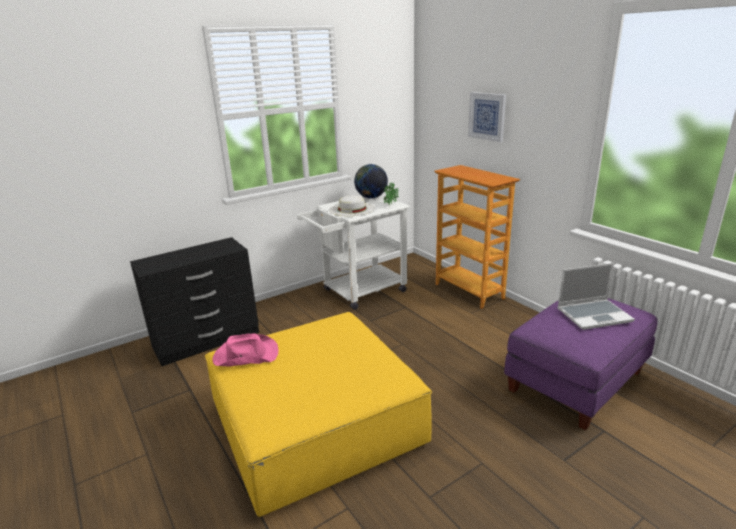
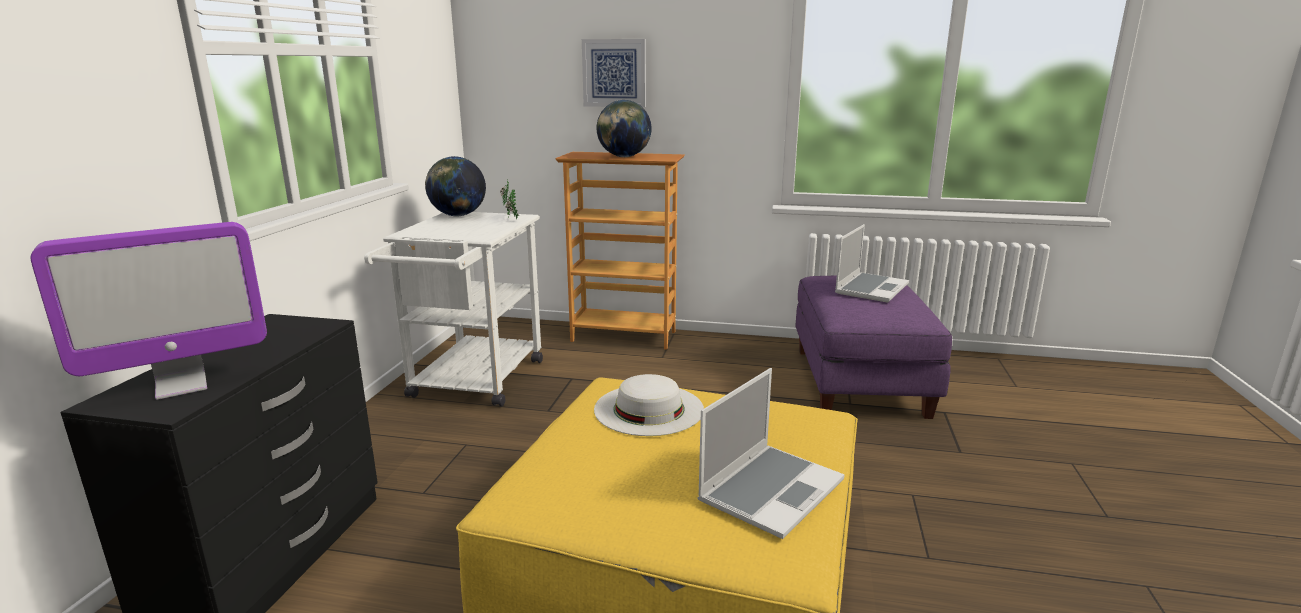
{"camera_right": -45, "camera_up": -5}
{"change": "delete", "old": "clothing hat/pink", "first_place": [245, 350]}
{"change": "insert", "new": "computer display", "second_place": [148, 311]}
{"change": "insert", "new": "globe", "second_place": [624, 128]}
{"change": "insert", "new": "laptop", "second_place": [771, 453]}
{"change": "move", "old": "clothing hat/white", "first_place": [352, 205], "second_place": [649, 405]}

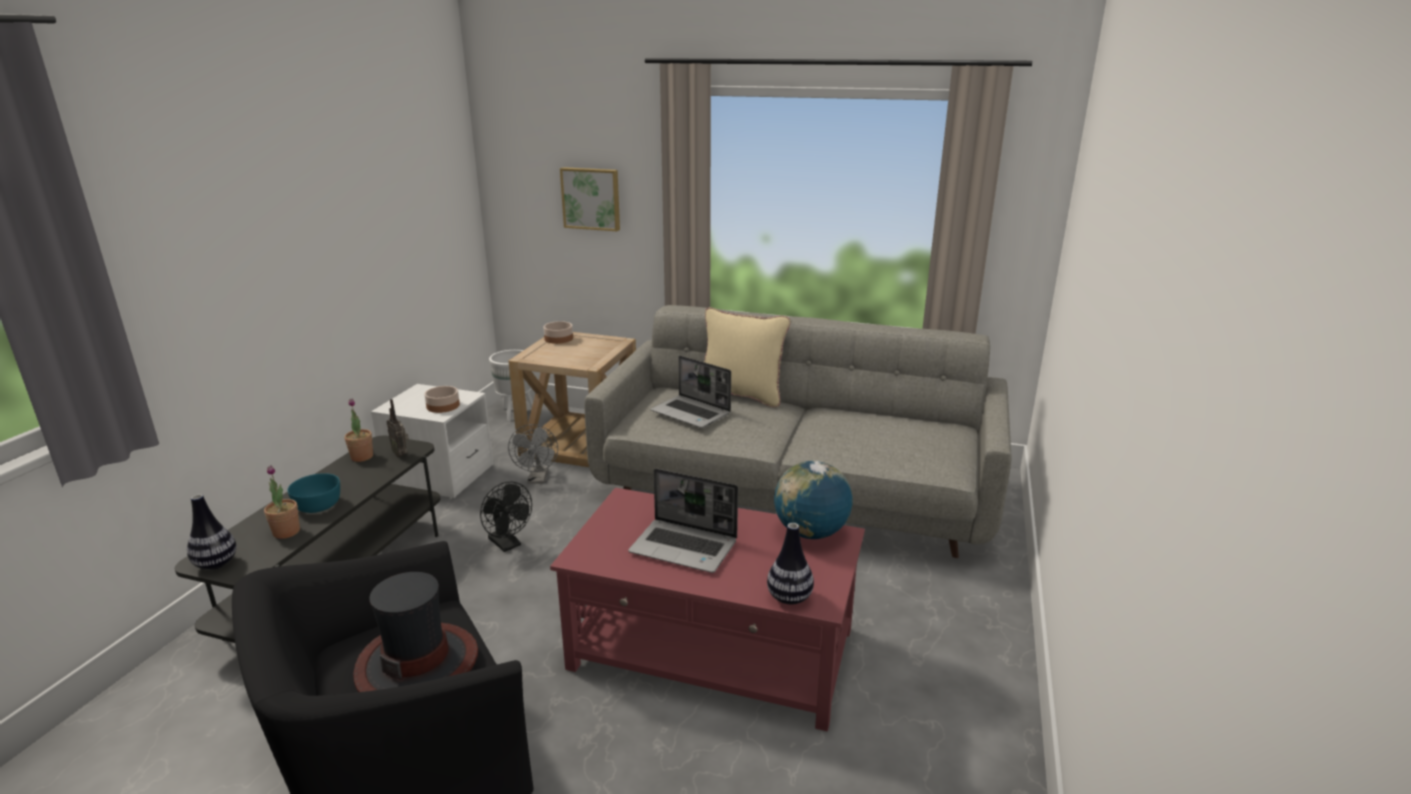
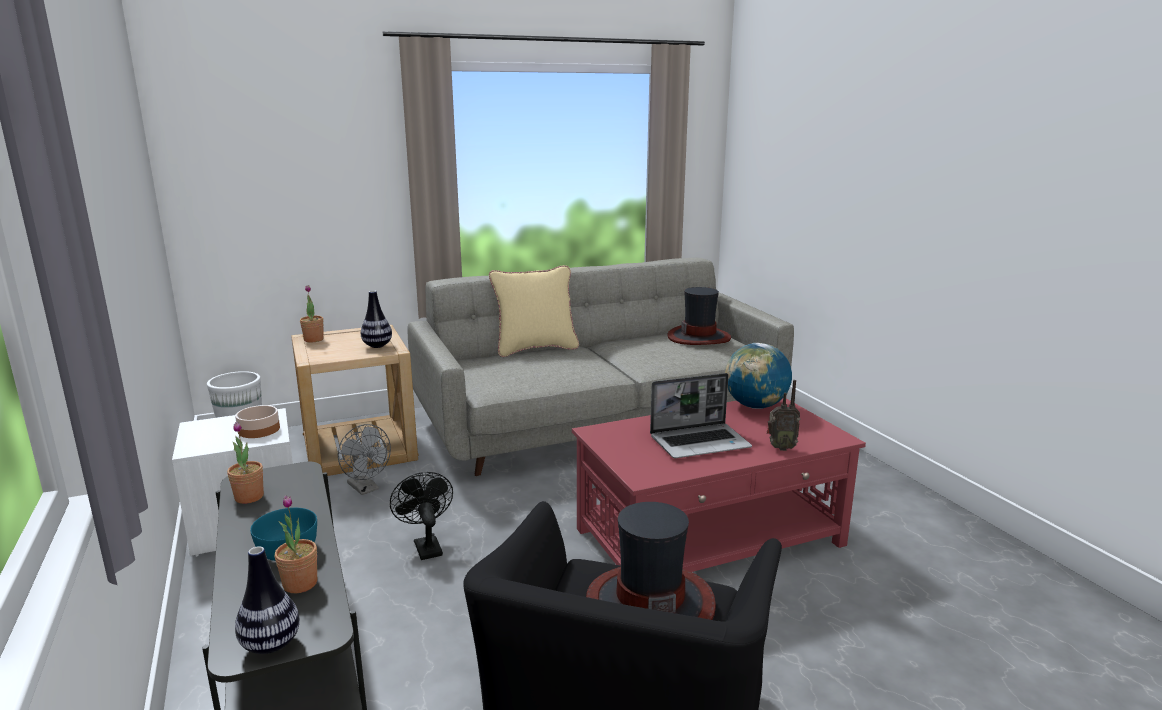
{"camera_right": -40, "camera_up": -5}
{"change": "delete", "old": "wall picture", "first_place": [590, 199]}
{"change": "delete", "old": "laptop", "first_place": [690, 392]}
{"change": "insert", "new": "clothing hat", "second_place": [699, 316]}
{"change": "move", "old": "radio", "first_place": [398, 428], "second_place": [783, 415]}
{"change": "move", "old": "vase", "first_place": [790, 563], "second_place": [376, 319]}
{"change": "replace", "old": "deep dish", "new": "houseplant", "first_place": [558, 332], "second_place": [312, 313]}
{"change": "rotate", "old": "fan/black", "first_place": [506, 517], "second_place": [421, 516], "degrees": -120}

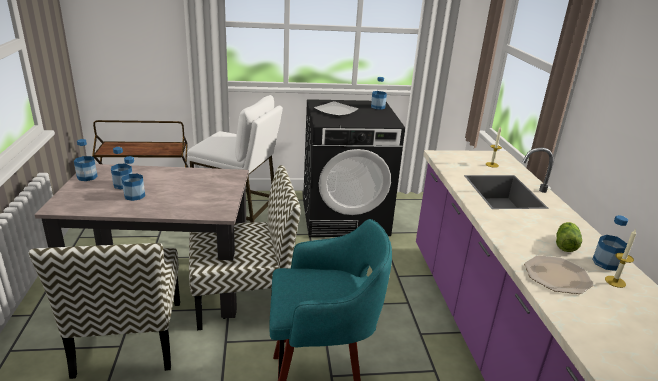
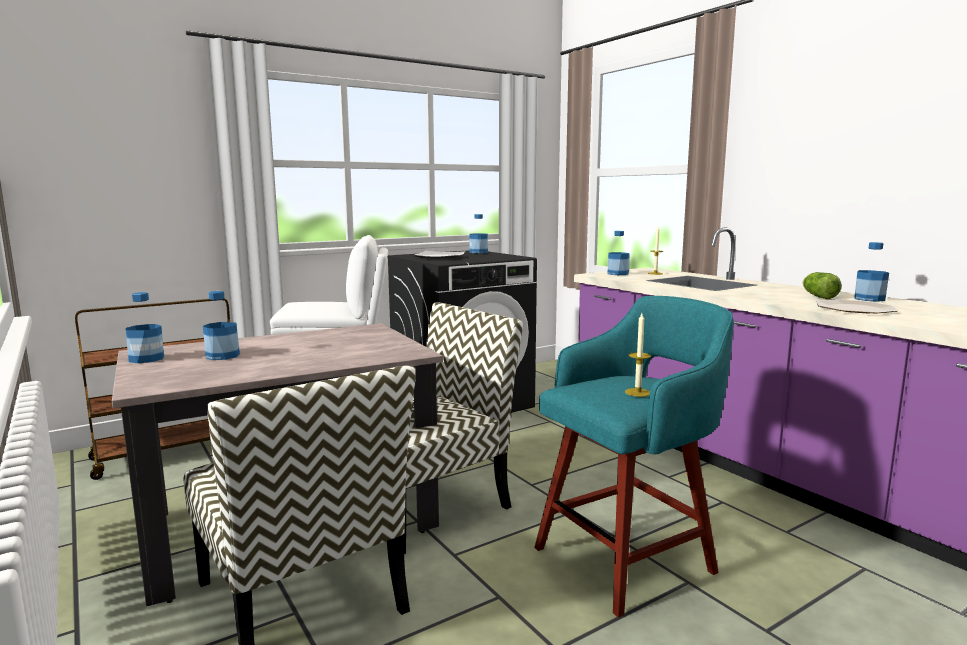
{"camera_right": -25, "camera_up": -15}
{"change": "move", "old": "drink bottle", "first_place": [133, 178], "second_place": [618, 253]}
{"change": "move", "old": "wax light", "first_place": [620, 258], "second_place": [638, 355]}

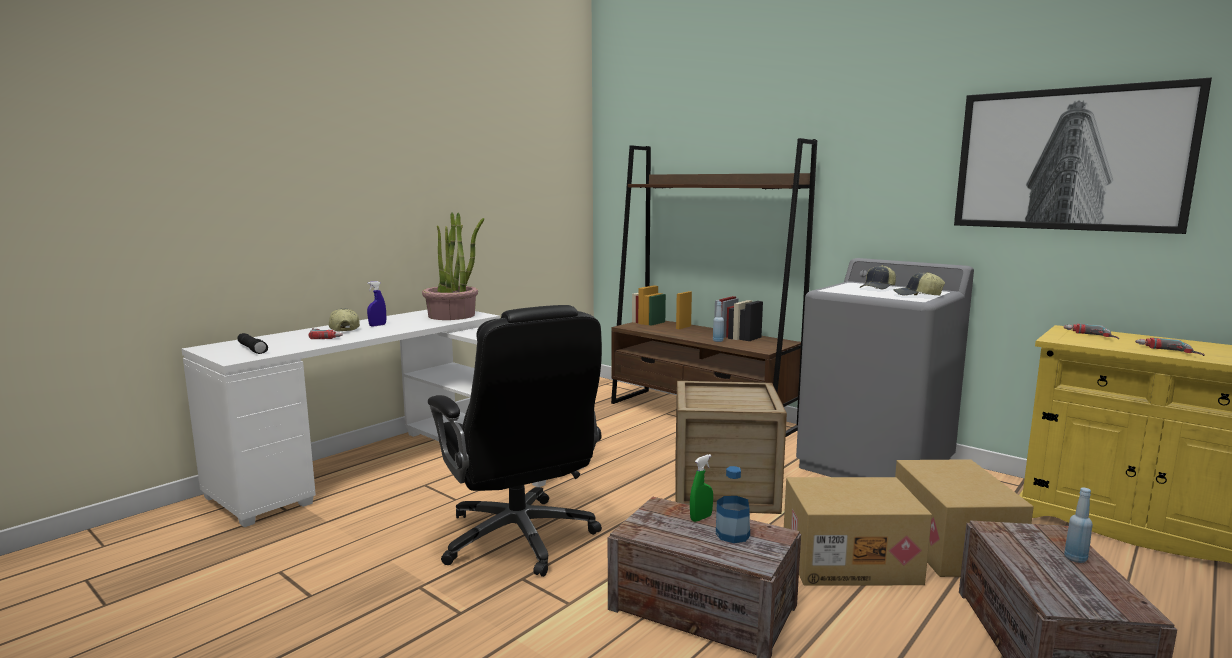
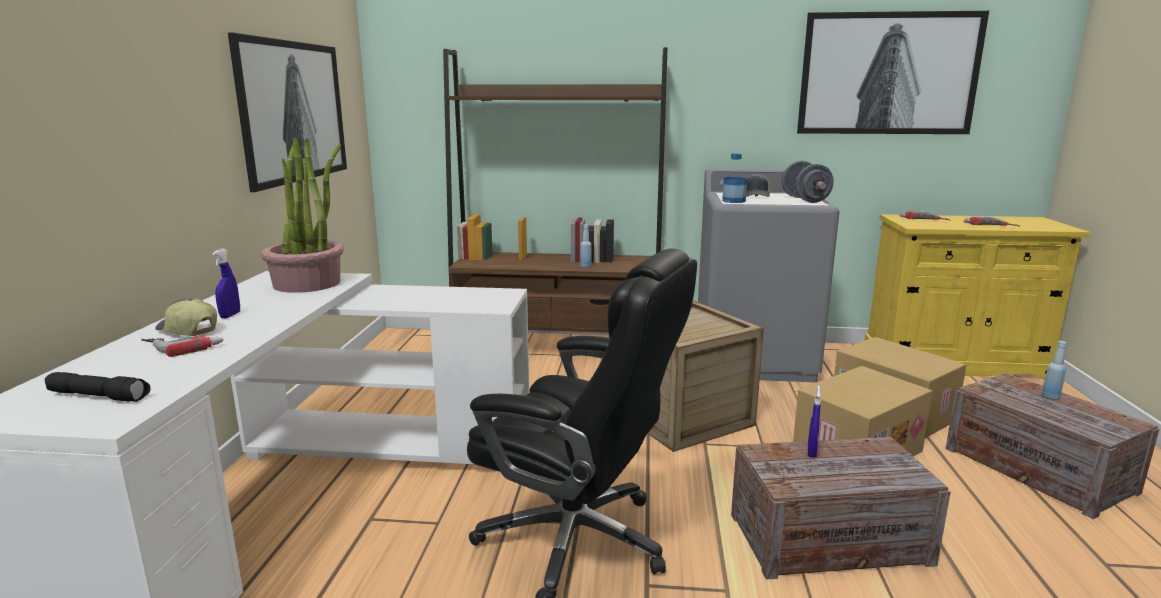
{"camera_right": -35, "camera_up": 5}
{"change": "insert", "new": "wall picture", "second_place": [287, 112]}
{"change": "move", "old": "drink bottle", "first_place": [733, 504], "second_place": [734, 178]}
{"change": "replace", "old": "peaked cap", "new": "hand weight/gray", "first_place": [919, 284], "second_place": [808, 182]}
{"change": "recolor", "old": "hand sprayer/green-coloured", "new": "hand sprayer/blue-coloured", "first_place": [701, 488], "second_place": [814, 421]}

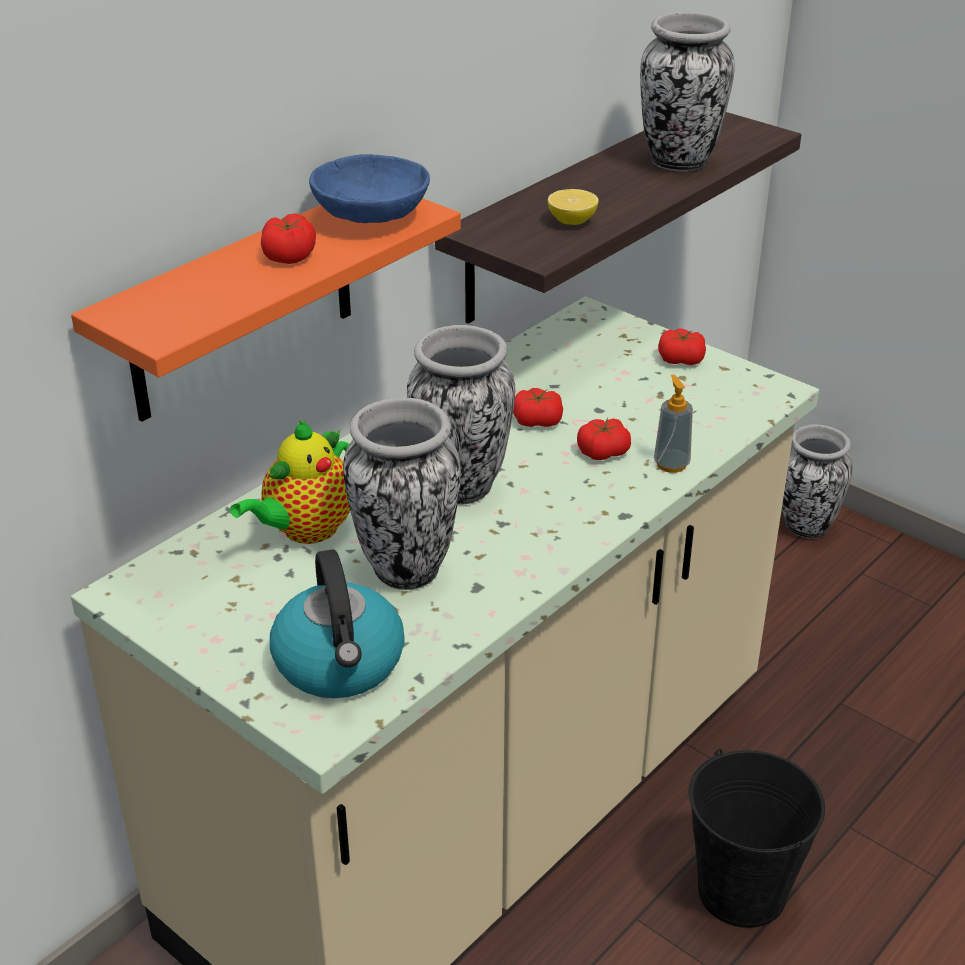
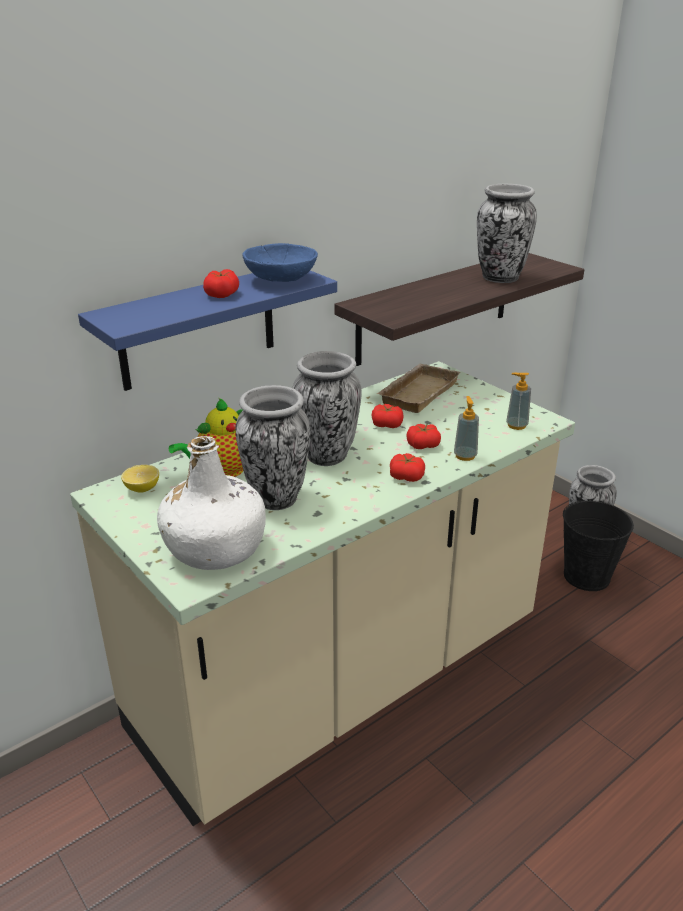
{"camera_right": 10, "camera_up": -5}
{"change": "insert", "new": "tray/beige", "second_place": [418, 388]}
{"change": "insert", "new": "liquid soap bottle", "second_place": [518, 401]}
{"change": "move", "old": "lemon", "first_place": [573, 207], "second_place": [140, 479]}
{"change": "move", "old": "fresh tomato", "first_place": [682, 346], "second_place": [407, 467]}
{"change": "move", "old": "water bucket/black", "first_place": [757, 838], "second_place": [598, 544]}
{"change": "replace", "old": "water kettle", "new": "drink bottle/white", "first_place": [337, 623], "second_place": [211, 503]}
{"change": "recolor", "old": "bracket shelf/orange-coloured", "new": "bracket shelf/blue-coloured", "first_place": [266, 310], "second_place": [207, 330]}

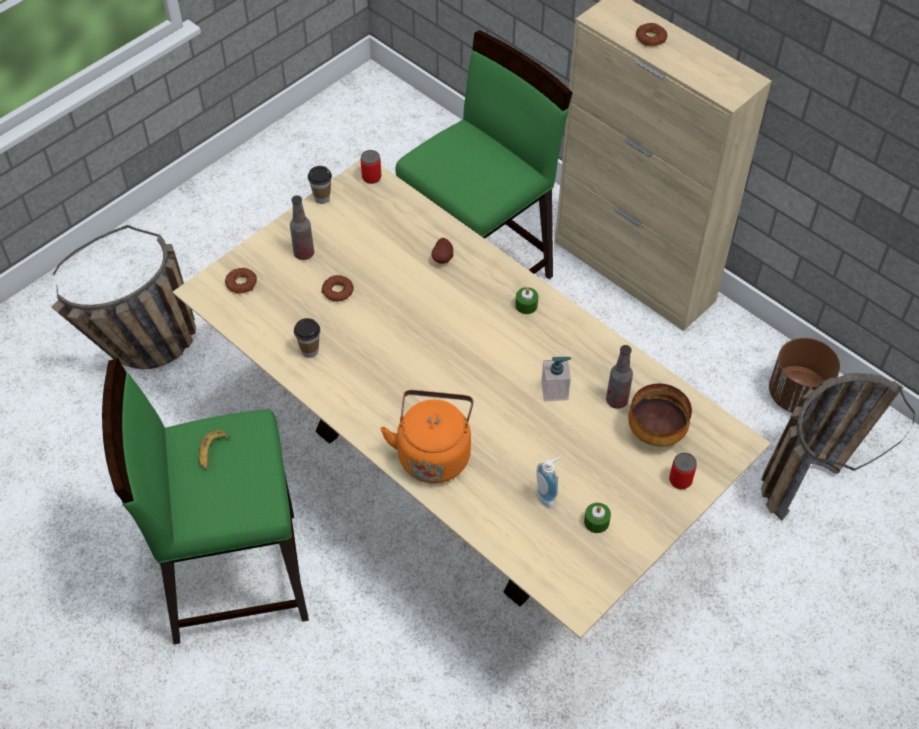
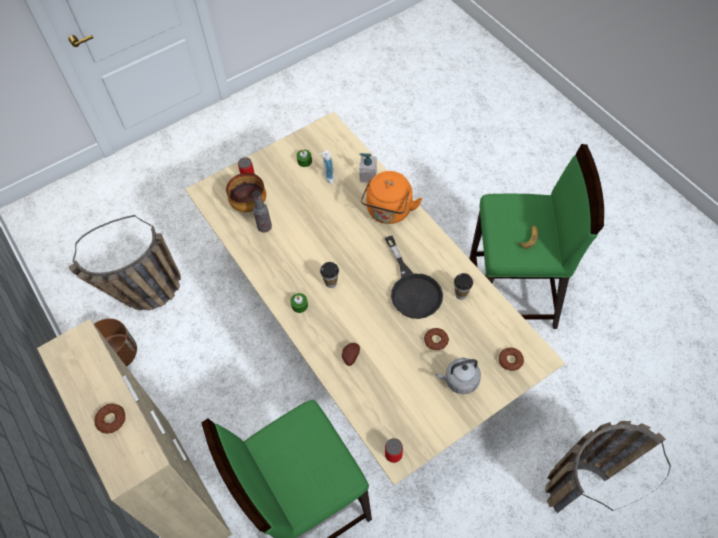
{"camera_right": -165, "camera_up": 5}
{"change": "insert", "new": "skillet/black", "second_place": [414, 277]}
{"change": "move", "old": "drinking cup", "first_place": [320, 185], "second_place": [329, 275]}
{"change": "move", "old": "liquid soap bottle", "first_place": [556, 379], "second_place": [368, 168]}
{"change": "replace", "old": "drink bottle", "new": "water kettle/gray", "first_place": [302, 228], "second_place": [458, 376]}

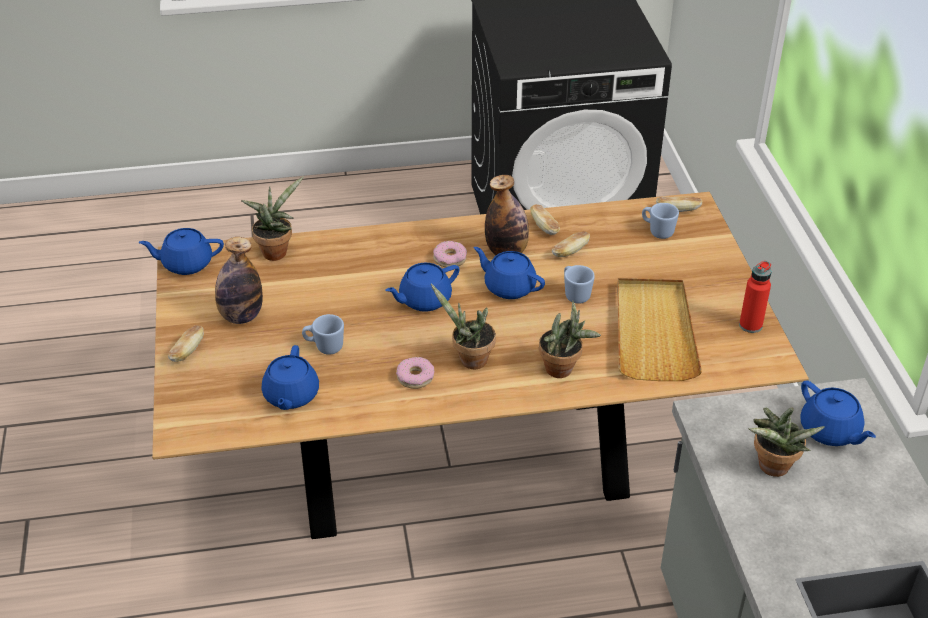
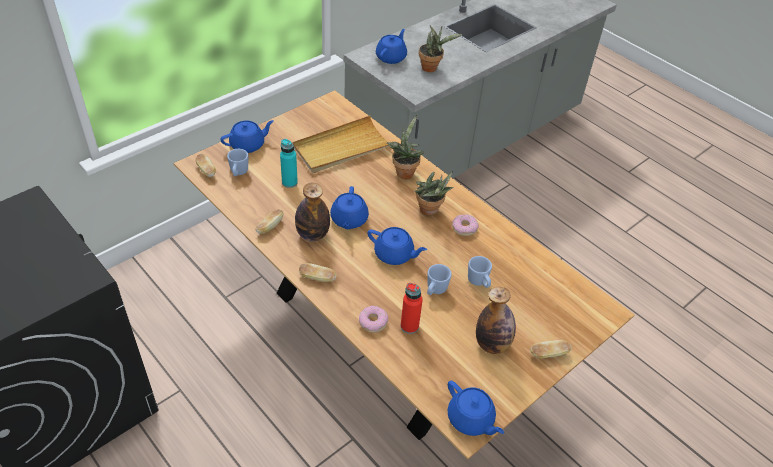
{"camera_right": -125, "camera_up": 5}
{"change": "delete", "old": "houseplant", "first_place": [272, 218]}
{"change": "insert", "new": "drink bottle/turquoise-coloured", "second_place": [289, 163]}
{"change": "move", "old": "pot for tea/blue-coloured", "first_place": [290, 377], "second_place": [247, 136]}
{"change": "move", "old": "donut", "first_place": [450, 254], "second_place": [373, 319]}
{"change": "move", "old": "bakery bread", "first_place": [571, 244], "second_place": [317, 272]}
{"change": "move", "old": "mug/blue-coloured", "first_place": [579, 284], "second_place": [439, 279]}
{"change": "move", "old": "drink bottle/reddish", "first_place": [755, 297], "second_place": [412, 308]}

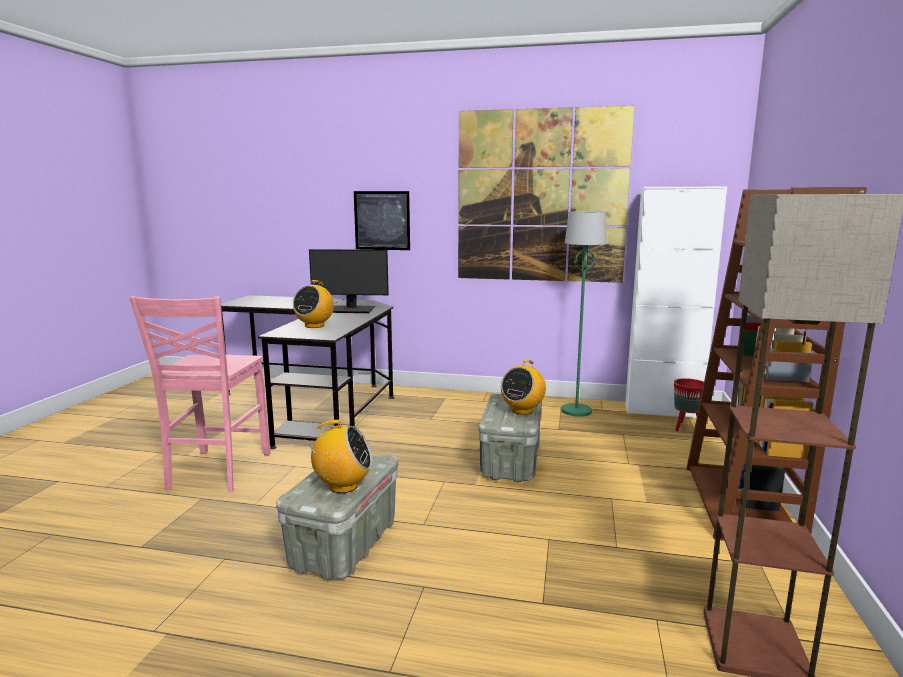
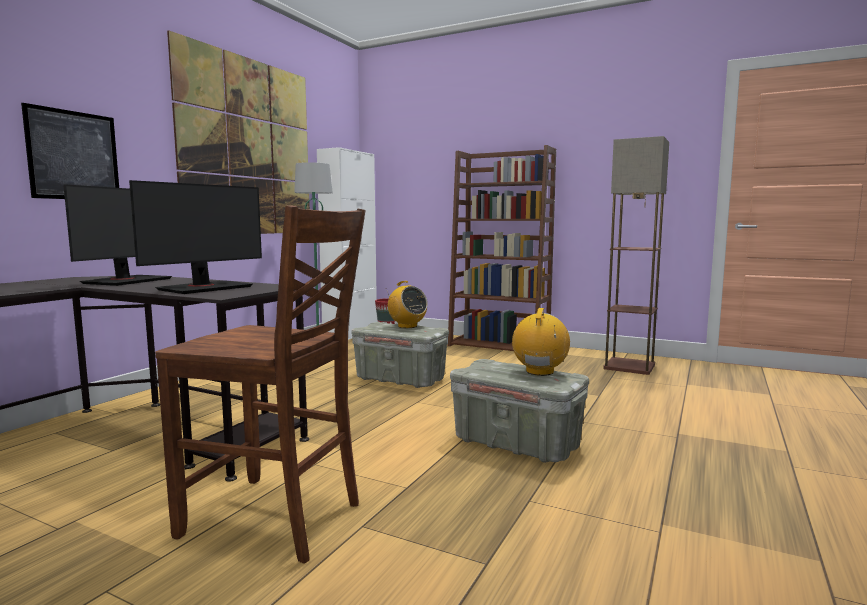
{"camera_right": -75, "camera_up": -5}
{"change": "replace", "old": "radio", "new": "computer display", "first_place": [313, 304], "second_place": [195, 237]}
{"change": "recolor", "old": "chair/pink", "new": "chair/brownish", "first_place": [200, 394], "second_place": [260, 384]}

